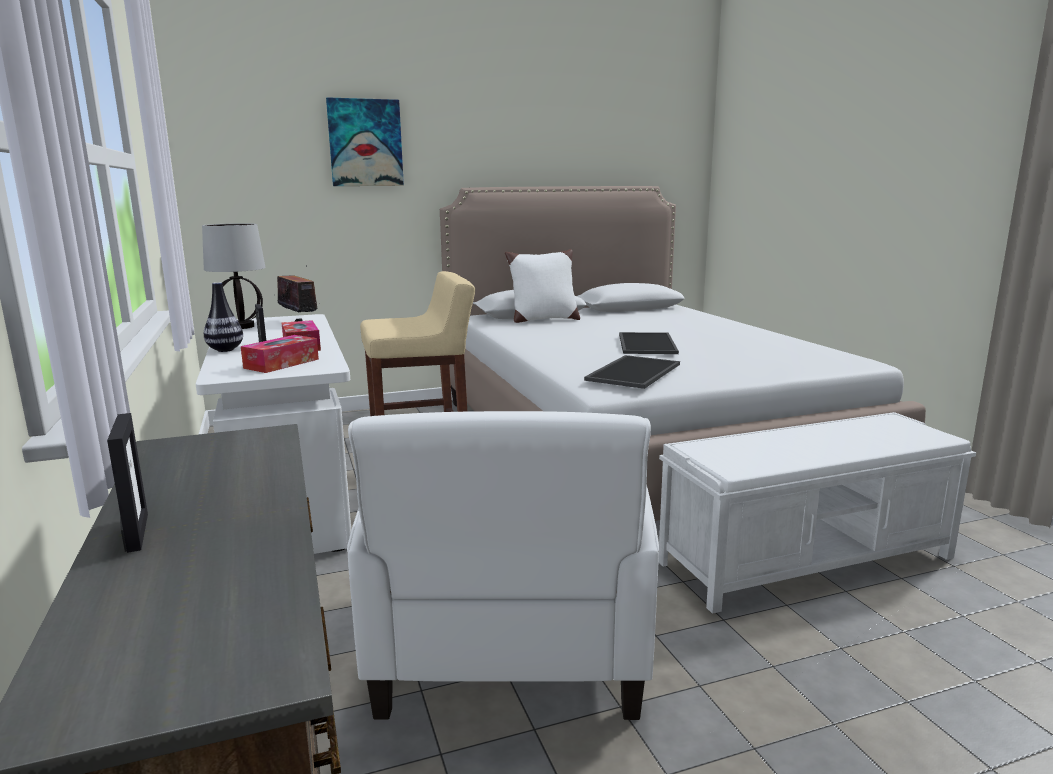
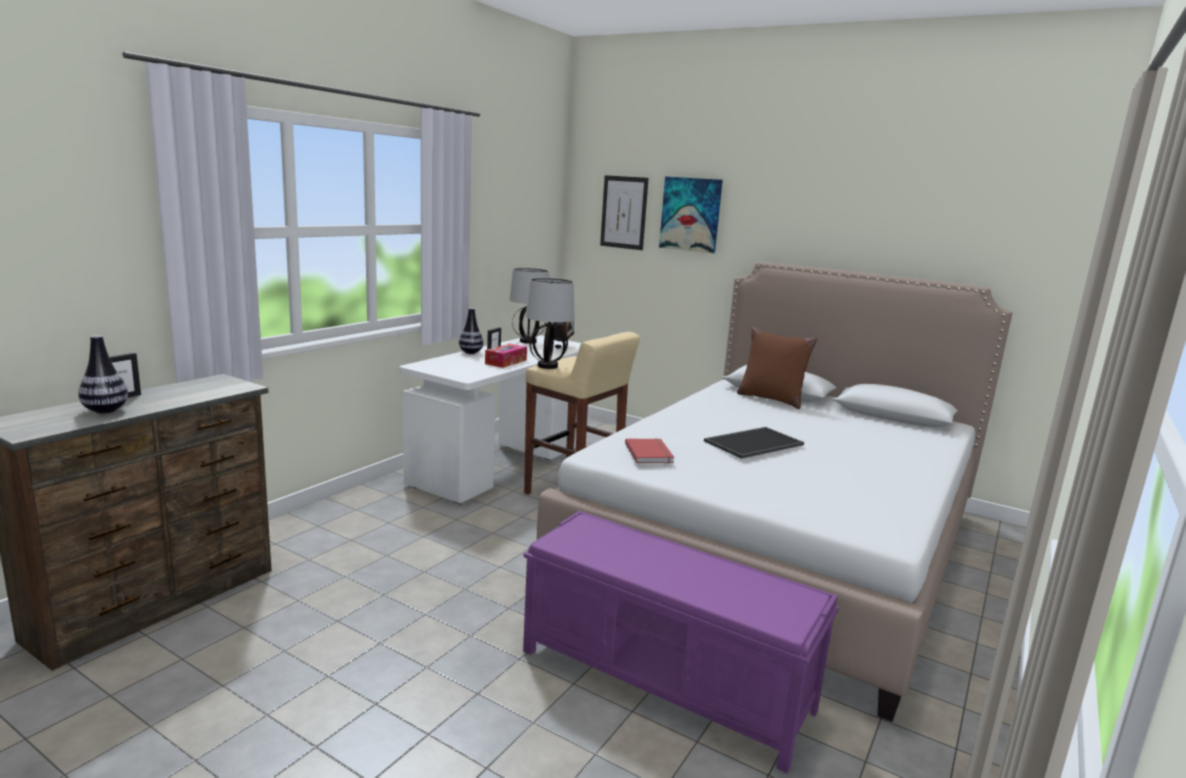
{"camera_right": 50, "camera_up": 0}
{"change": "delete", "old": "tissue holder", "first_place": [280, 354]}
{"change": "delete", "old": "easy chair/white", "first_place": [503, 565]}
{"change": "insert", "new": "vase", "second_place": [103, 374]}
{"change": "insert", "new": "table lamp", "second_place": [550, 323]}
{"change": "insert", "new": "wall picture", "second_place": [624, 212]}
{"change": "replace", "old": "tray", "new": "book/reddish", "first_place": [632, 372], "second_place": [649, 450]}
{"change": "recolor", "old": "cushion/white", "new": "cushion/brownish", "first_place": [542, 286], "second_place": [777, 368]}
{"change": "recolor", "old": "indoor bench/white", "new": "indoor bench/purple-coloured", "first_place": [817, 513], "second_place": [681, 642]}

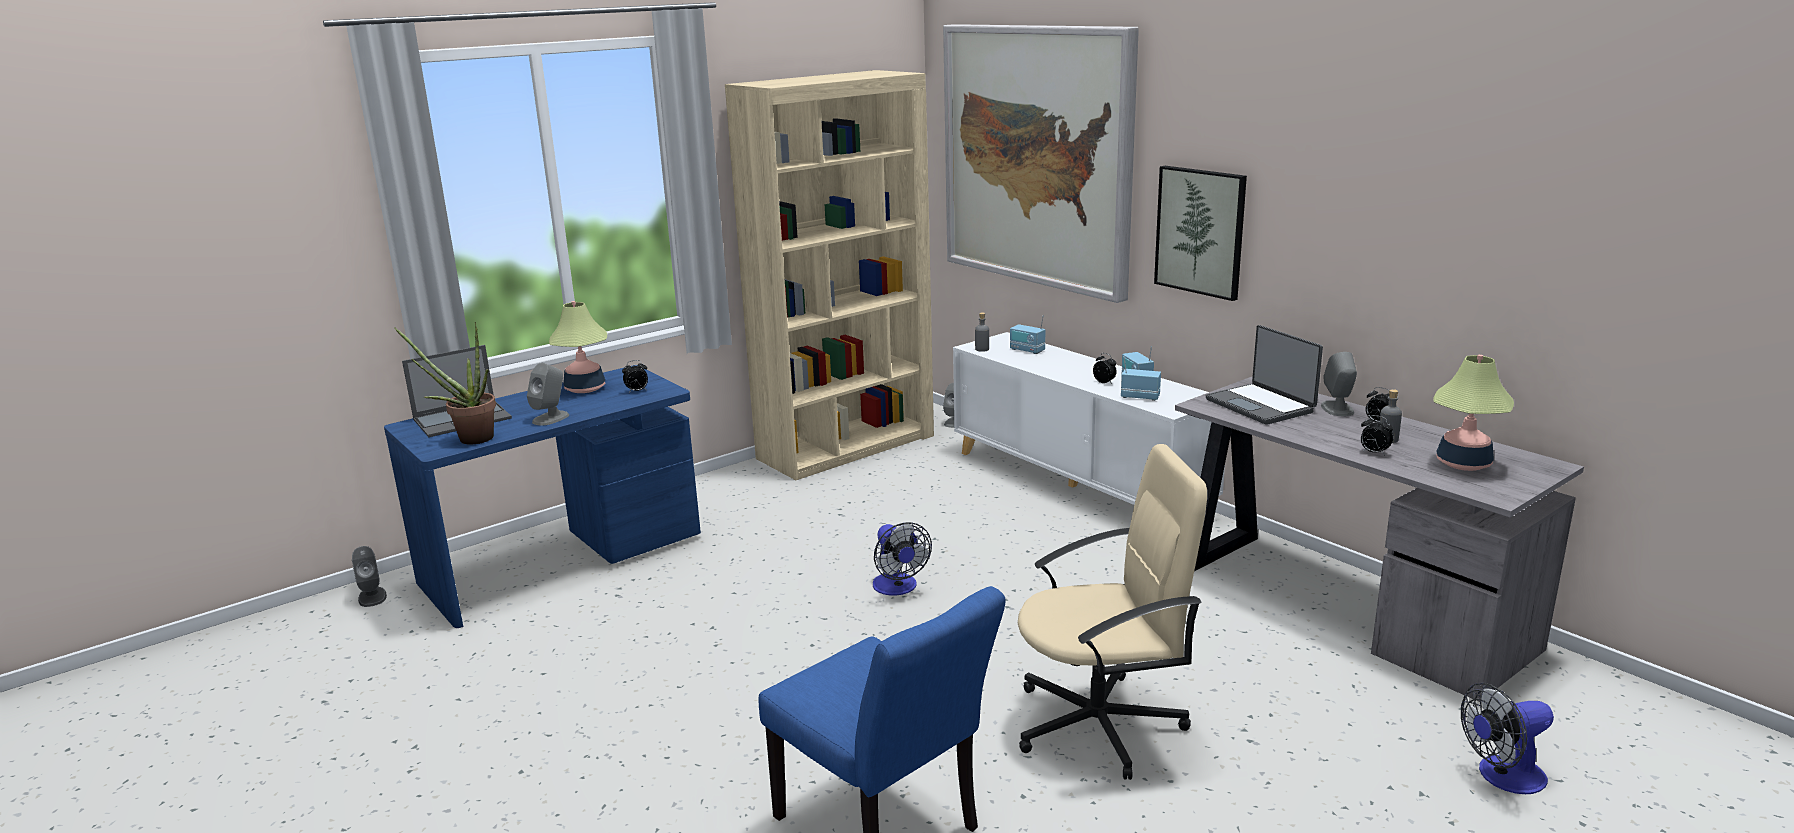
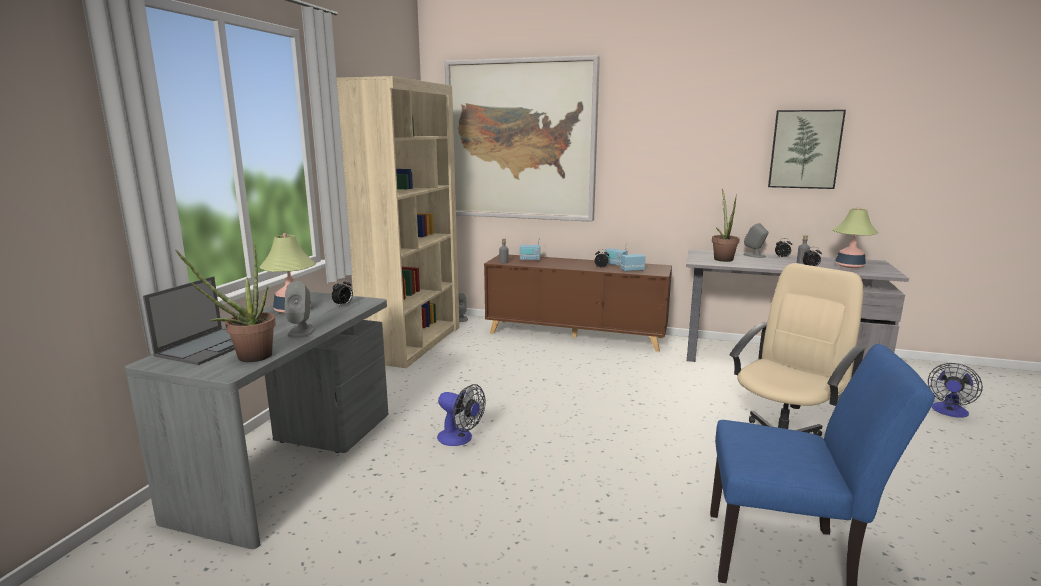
{"camera_right": -35, "camera_up": -5}
{"change": "delete", "old": "audio speaker/gray", "first_place": [369, 576]}
{"change": "move", "old": "fan", "first_place": [902, 559], "second_place": [461, 415]}
{"change": "move", "old": "wall picture", "first_place": [1200, 233], "second_place": [807, 149]}
{"change": "replace", "old": "laptop", "new": "houseplant", "first_place": [1264, 375], "second_place": [726, 225]}
{"change": "recolor", "old": "desk table/blue-coloured", "new": "desk table/gray", "first_place": [542, 496], "second_place": [257, 420]}
{"change": "recolor", "old": "cabinet/white", "new": "cabinet/brownish", "first_place": [1089, 418], "second_place": [578, 303]}

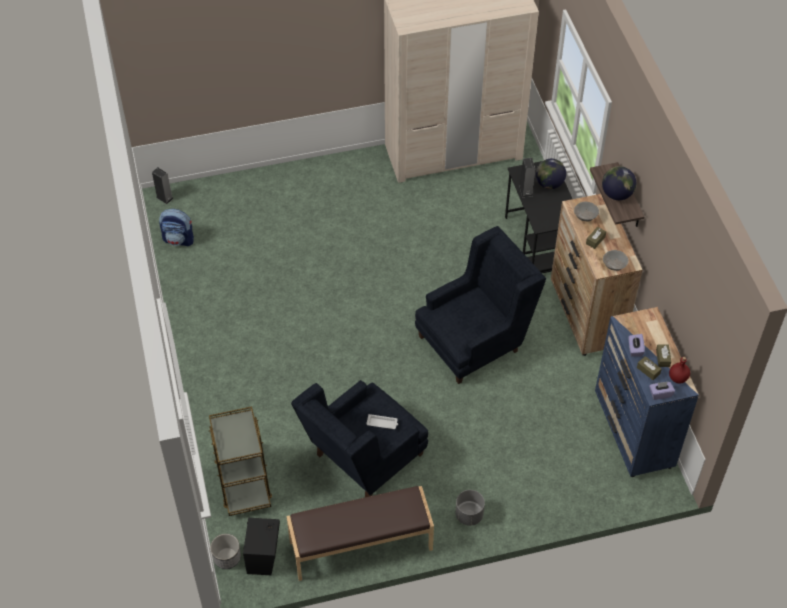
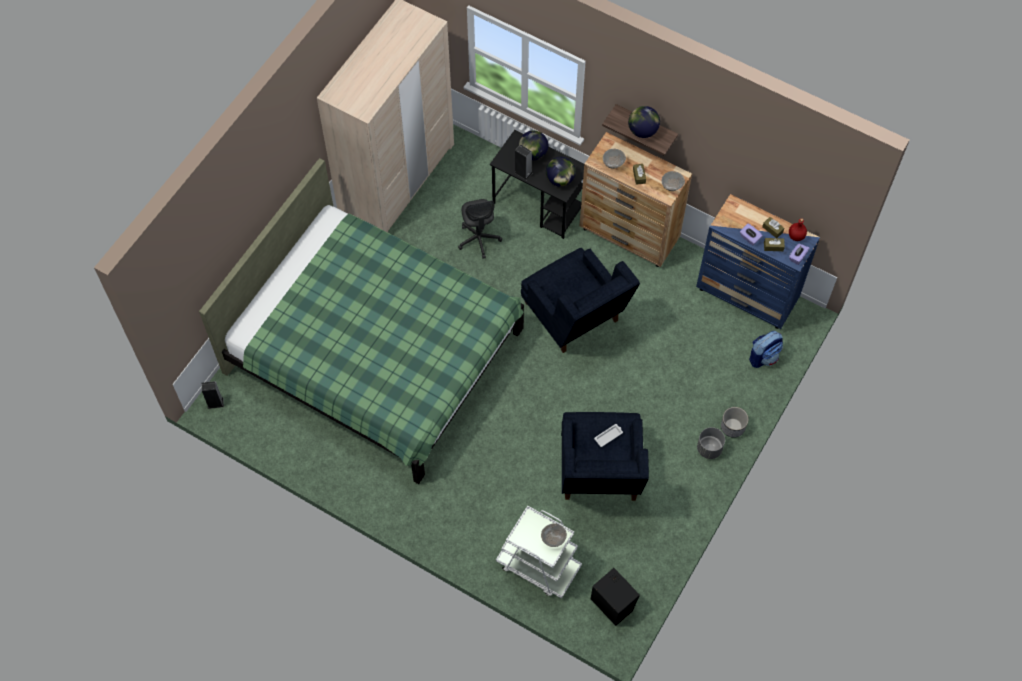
{"camera_right": -45, "camera_up": 10}
{"change": "delete", "old": "indoor bench/brownish", "first_place": [360, 533]}
{"change": "insert", "new": "sleeping bed/green-coloured", "second_place": [361, 321]}
{"change": "insert", "new": "desk chair/gray", "second_place": [480, 229]}
{"change": "insert", "new": "deep dish/gray", "second_place": [554, 535]}
{"change": "insert", "new": "globe", "second_place": [561, 172]}
{"change": "move", "old": "backpack", "first_place": [176, 227], "second_place": [766, 349]}
{"change": "move", "old": "flower pot", "first_place": [225, 551], "second_place": [735, 422]}
{"change": "recolor", "old": "cart/brownish", "new": "cart/white", "first_place": [240, 461], "second_place": [539, 552]}
{"change": "rotate", "old": "easy chair/blue-coloured", "first_place": [480, 305], "second_place": [580, 300], "degrees": 135}

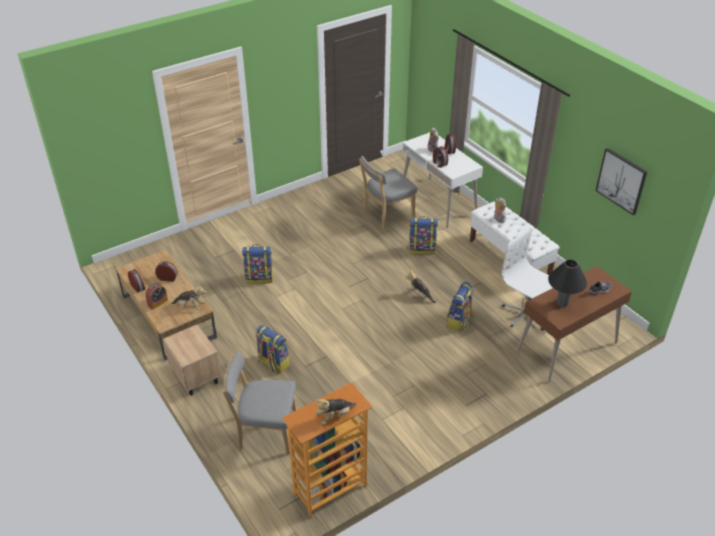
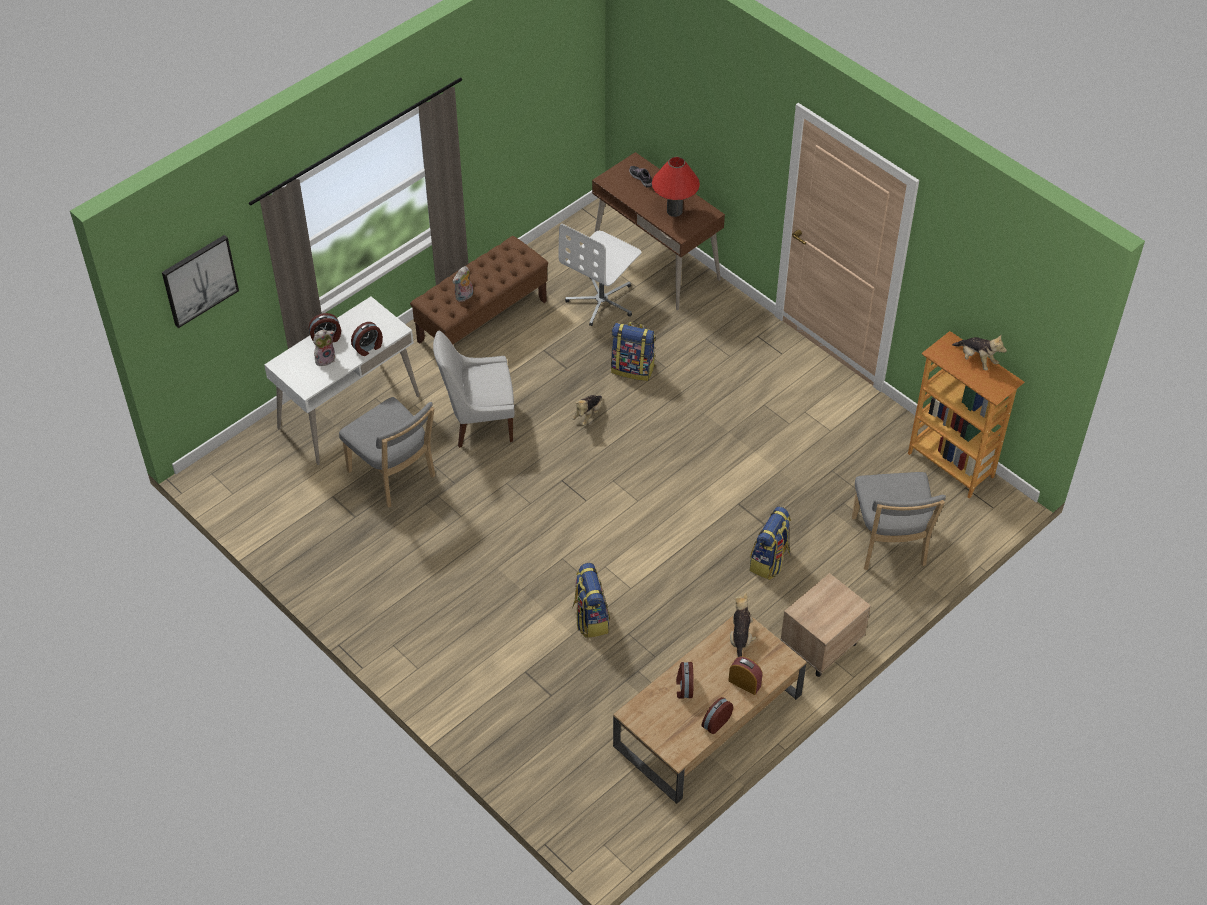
{"camera_right": -100, "camera_up": 10}
{"change": "move", "old": "wall picture", "first_place": [621, 181], "second_place": [200, 281]}
{"change": "replace", "old": "backpack", "new": "chair/white", "first_place": [423, 235], "second_place": [474, 389]}
{"change": "recolor", "old": "indoor bench/white", "new": "indoor bench/brownish", "first_place": [515, 238], "second_place": [479, 290]}
{"change": "recolor", "old": "table lamp/black", "new": "table lamp/reddish", "first_place": [567, 283], "second_place": [676, 187]}

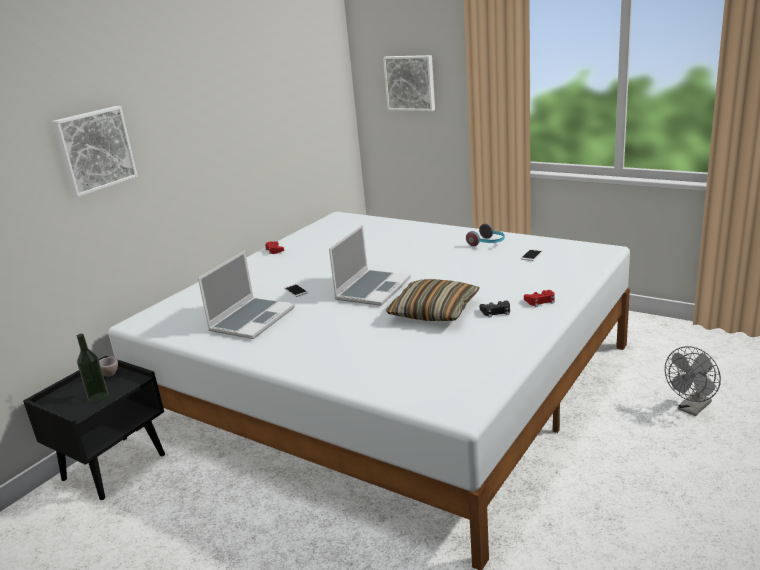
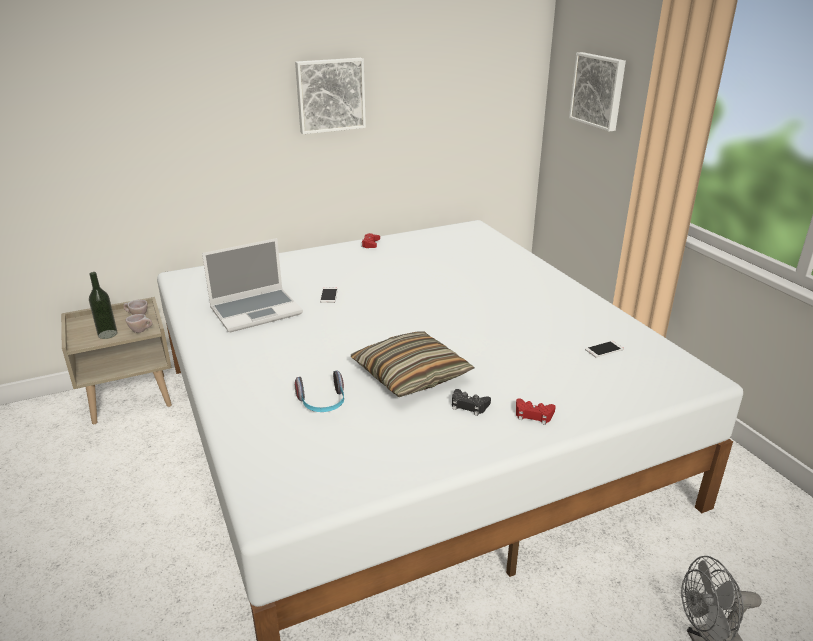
{"camera_right": 30, "camera_up": 5}
{"change": "delete", "old": "laptop", "first_place": [370, 265]}
{"change": "insert", "new": "drinking cup/beige", "second_place": [139, 323]}
{"change": "move", "old": "wall picture", "first_place": [94, 151], "second_place": [330, 96]}
{"change": "move", "old": "headphones", "first_place": [485, 235], "second_place": [319, 391]}
{"change": "recolor", "old": "night table/black", "new": "night table/beige", "first_place": [94, 428], "second_place": [116, 360]}

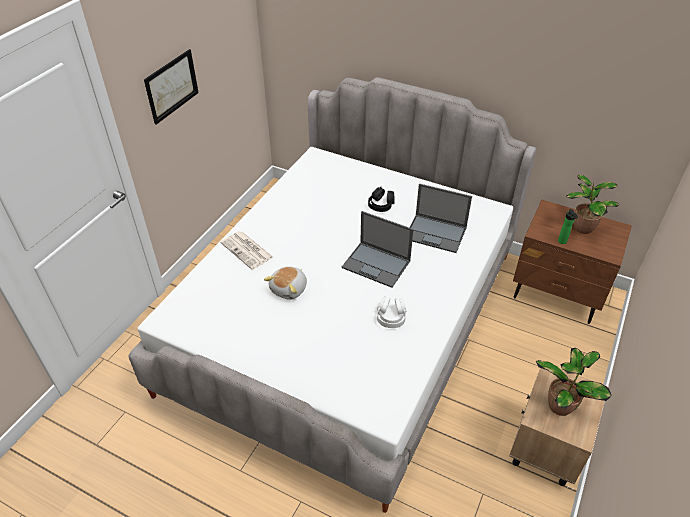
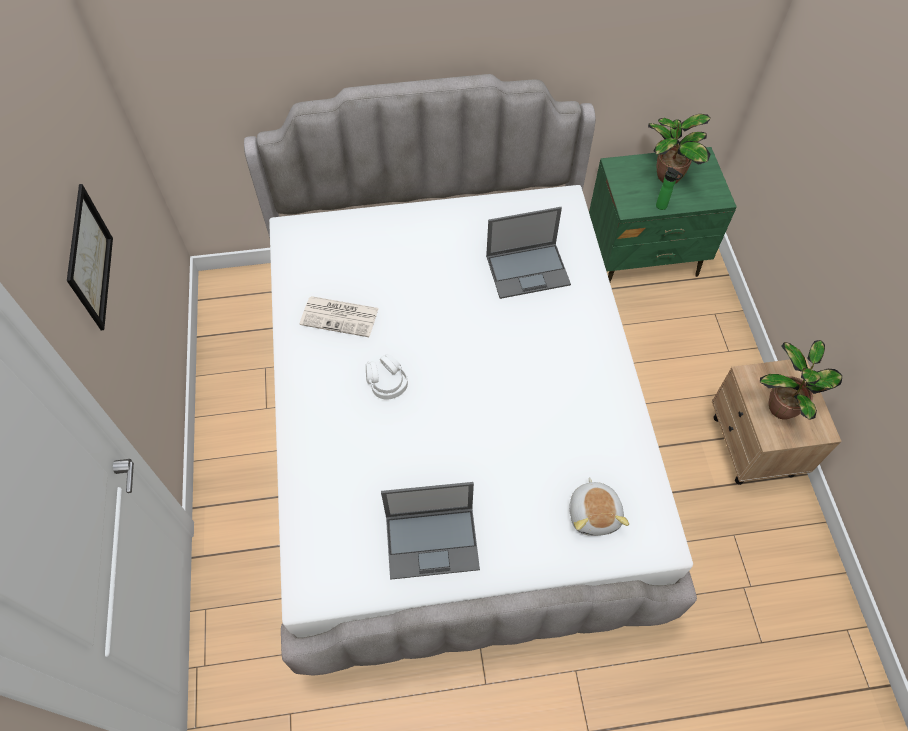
{"camera_right": -35, "camera_up": 15}
{"change": "delete", "old": "headphones/black", "first_place": [381, 199]}
{"change": "move", "old": "printed paper", "first_place": [247, 250], "second_place": [339, 316]}
{"change": "move", "old": "plush toy", "first_place": [285, 283], "second_place": [599, 506]}
{"change": "move", "old": "laptop", "first_place": [378, 249], "second_place": [430, 531]}
{"change": "move", "old": "headphones/white", "first_place": [391, 311], "second_place": [387, 377]}
{"change": "recolor", "old": "night table/brownish", "new": "night table/green-coloured", "first_place": [572, 262], "second_place": [663, 214]}

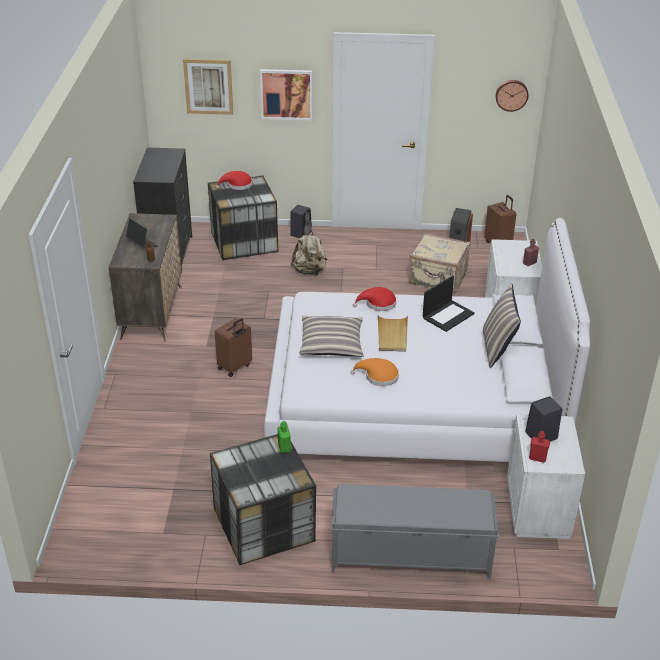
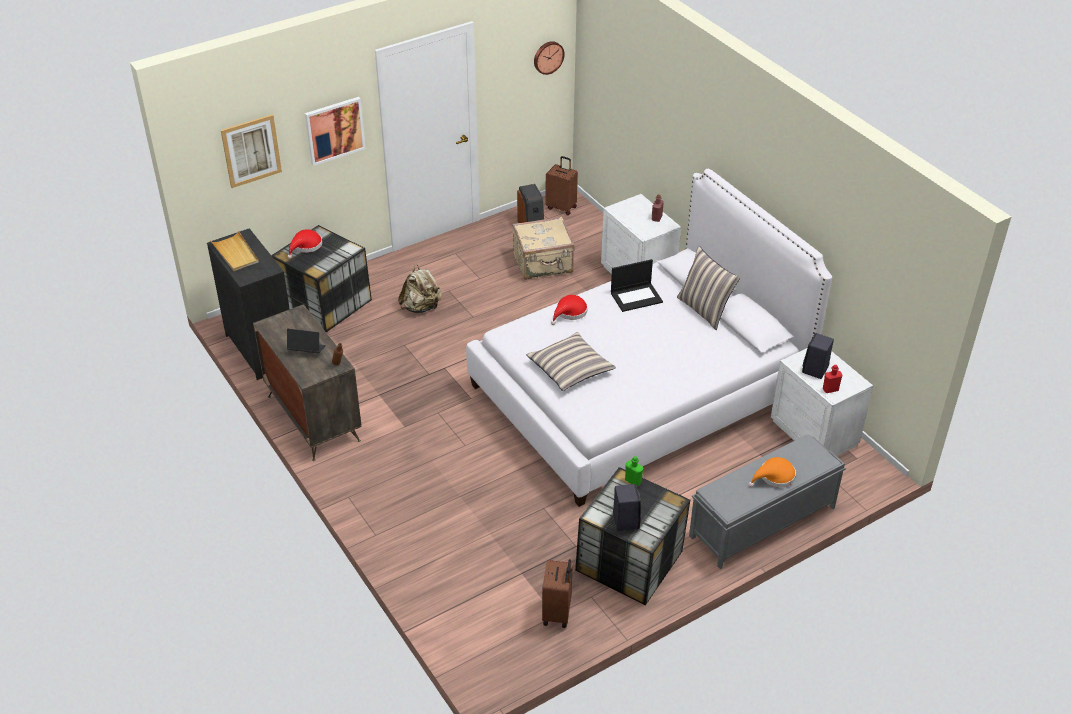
{"camera_right": -35, "camera_up": 5}
{"change": "move", "old": "travel case/brownish", "first_place": [233, 347], "second_place": [557, 593]}
{"change": "move", "old": "audio speaker/black", "first_place": [301, 221], "second_place": [627, 507]}
{"change": "move", "old": "clothing hat/orange-coloured", "first_place": [374, 372], "second_place": [772, 472]}
{"change": "move", "old": "tray/beige", "first_place": [393, 334], "second_place": [235, 251]}
{"change": "rotate", "old": "laptop", "first_place": [449, 303], "second_place": [637, 285], "degrees": 60}

